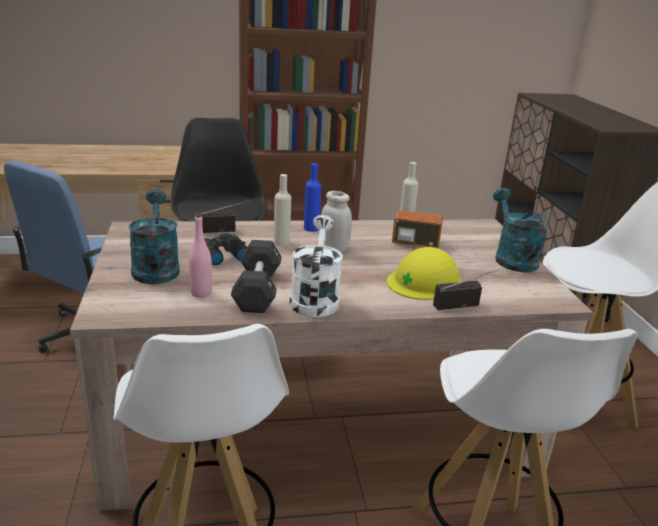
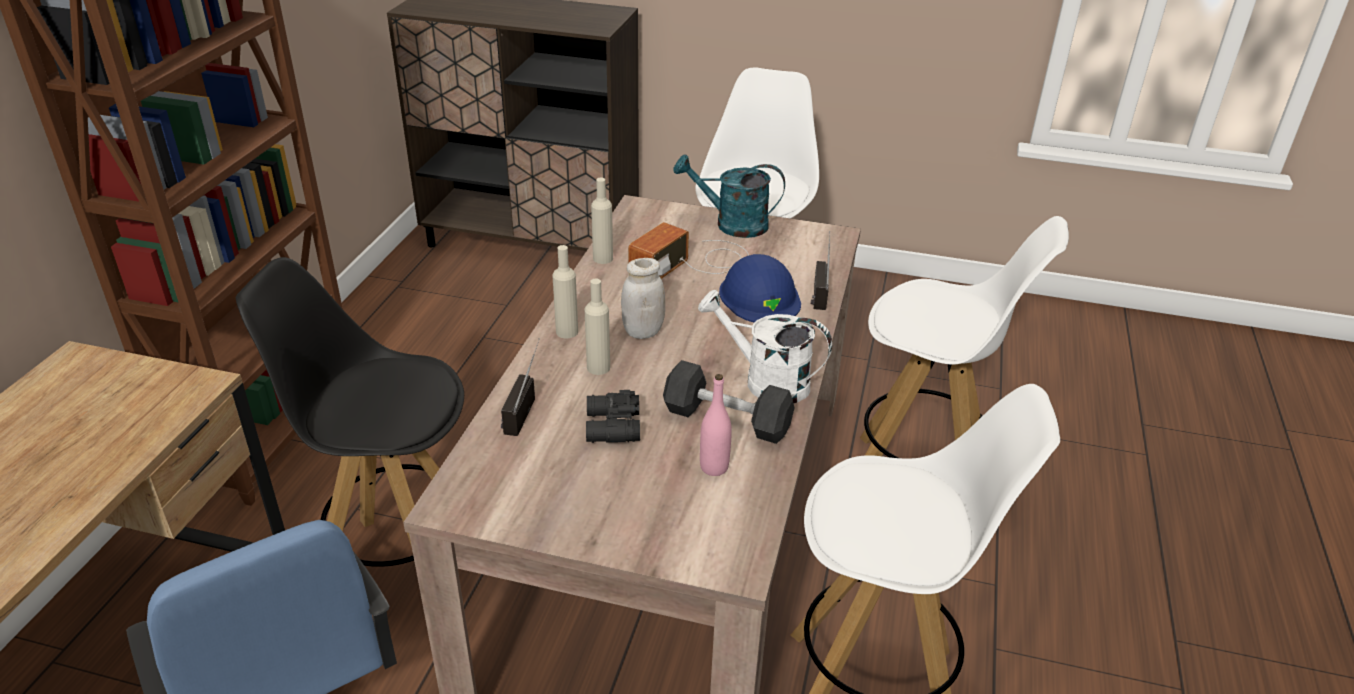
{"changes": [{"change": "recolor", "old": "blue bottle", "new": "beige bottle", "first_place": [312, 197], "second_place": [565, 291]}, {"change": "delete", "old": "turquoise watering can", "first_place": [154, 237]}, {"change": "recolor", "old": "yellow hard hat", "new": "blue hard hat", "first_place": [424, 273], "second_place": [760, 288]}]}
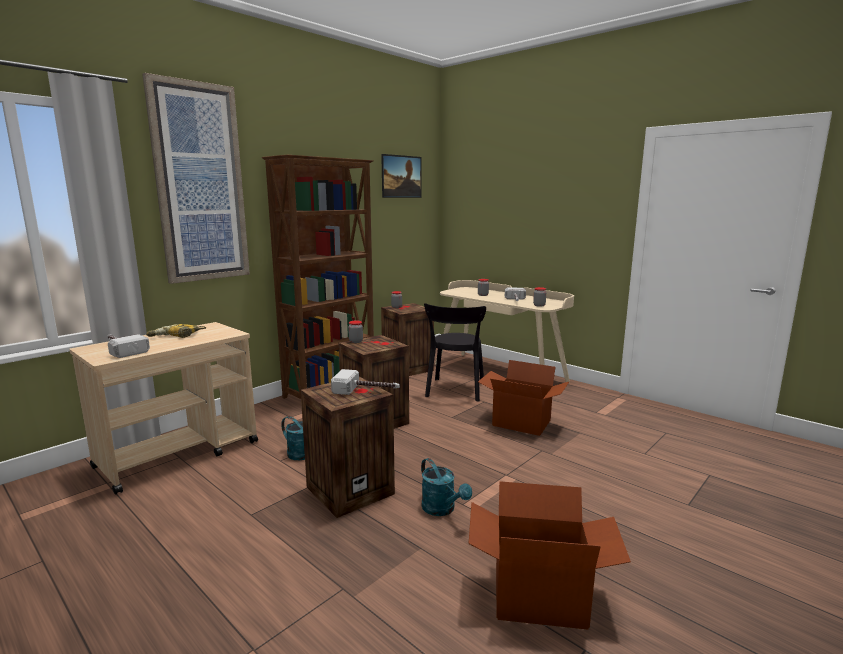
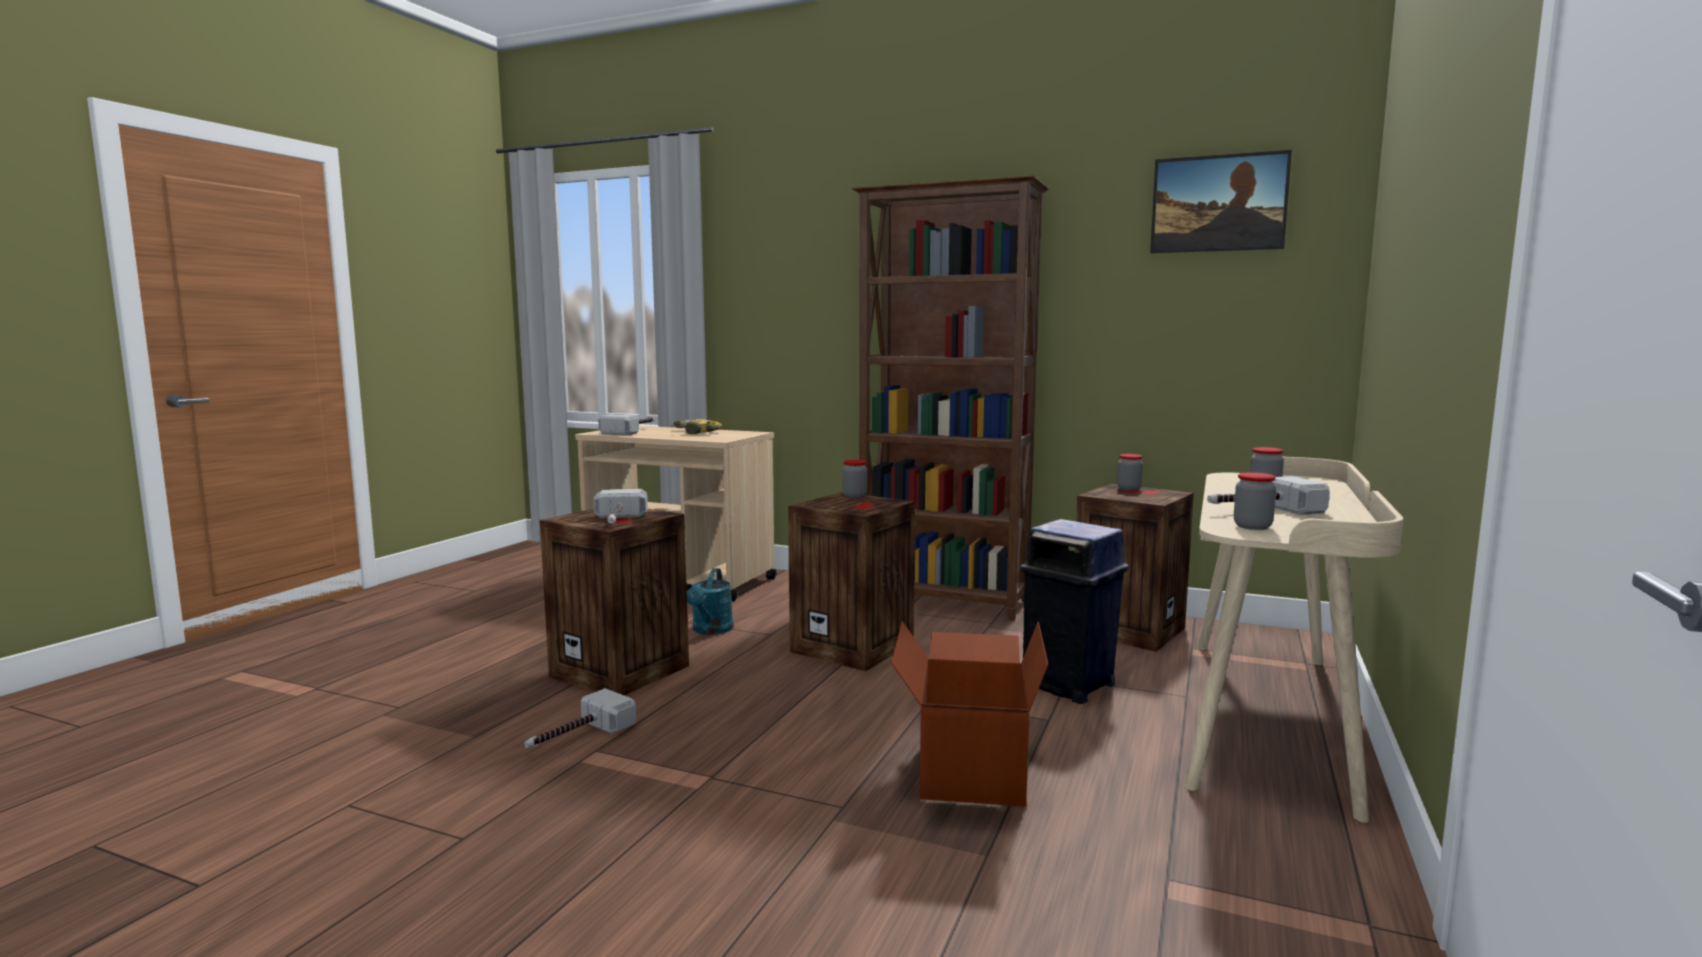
{"changes": [{"change": "delete", "old": "picture", "first_place": [196, 178]}, {"change": "replace", "old": "black chair", "new": "blue trash can", "first_place": [455, 352], "second_place": [1074, 611]}, {"change": "replace", "old": "turquoise watering can", "new": "hammer", "first_place": [446, 487], "second_place": [580, 718]}, {"change": "delete", "old": "cardboard box", "first_place": [550, 555]}]}
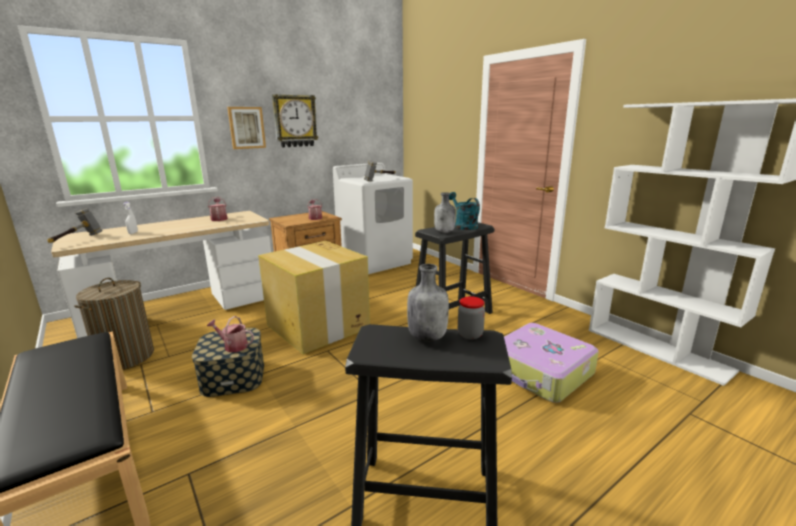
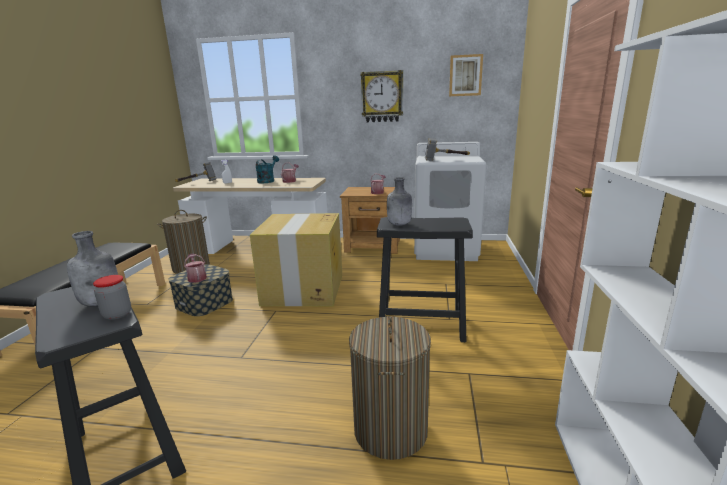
{"changes": [{"change": "move", "old": "picture", "first_place": [246, 128], "second_place": [466, 75]}, {"change": "move", "old": "turquoise watering can", "first_place": [464, 211], "second_place": [267, 169]}, {"change": "replace", "old": "suitcase", "new": "laundry basket", "first_place": [551, 363], "second_place": [390, 388]}]}
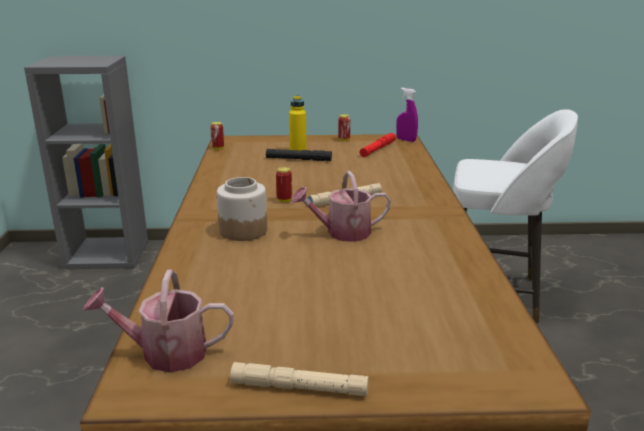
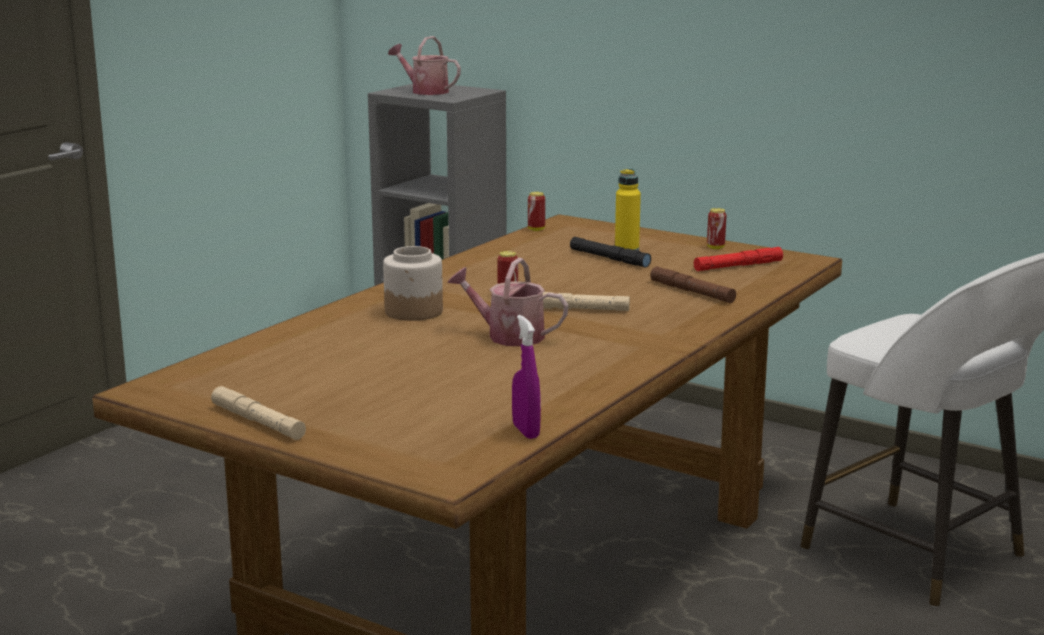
{"changes": [{"change": "move", "old": "purple spray bottle", "first_place": [407, 115], "second_place": [526, 377]}, {"change": "move", "old": "watering can", "first_place": [158, 321], "second_place": [424, 65]}, {"change": "insert", "new": "brown flashlight", "second_place": [693, 284]}]}
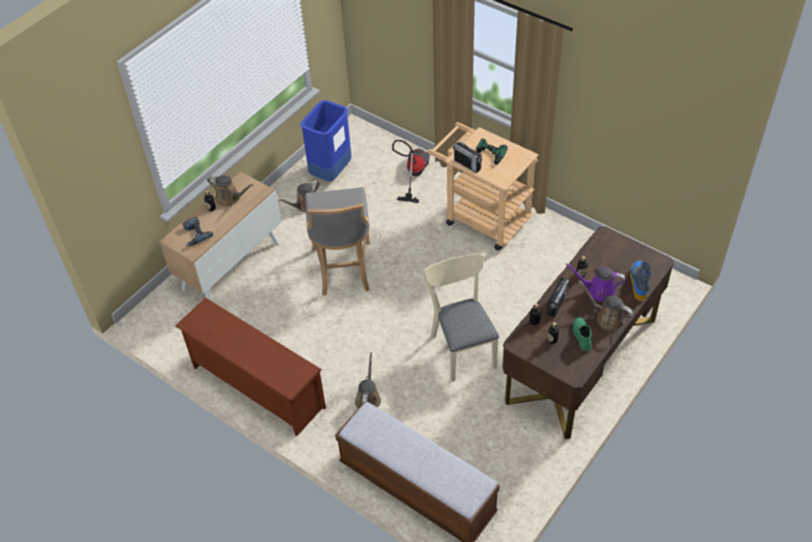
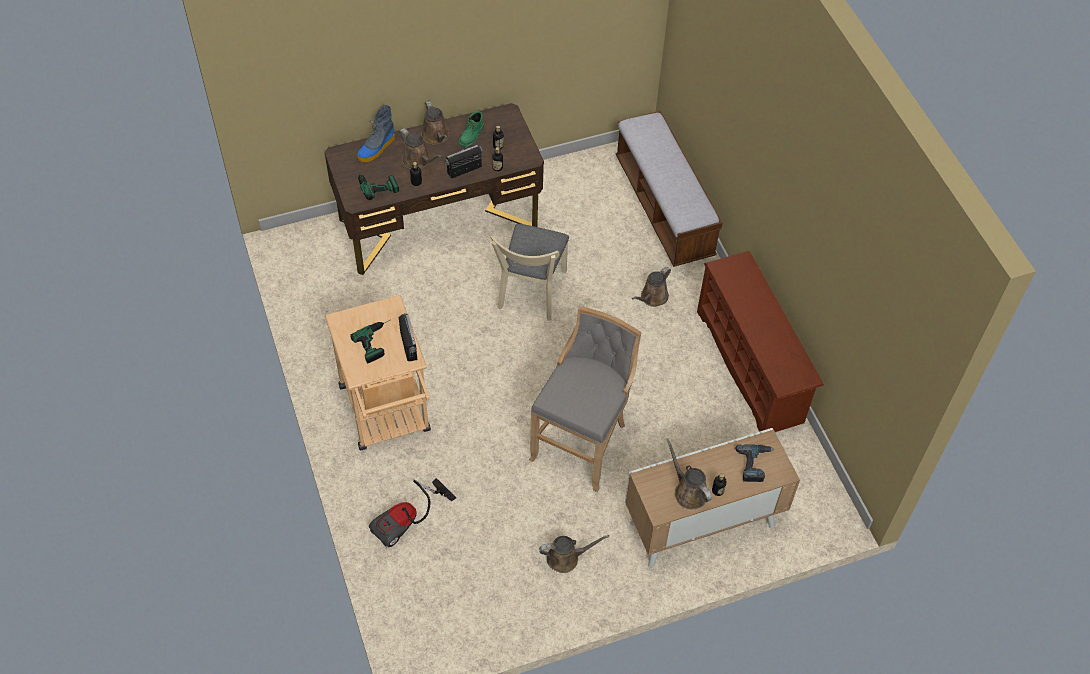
{"changes": [{"change": "delete", "old": "blue trash can", "first_place": [326, 140]}, {"change": "recolor", "old": "purple watering can", "new": "brown watering can", "first_place": [595, 282], "second_place": [420, 148]}, {"change": "insert", "new": "power drill", "second_place": [378, 185]}]}
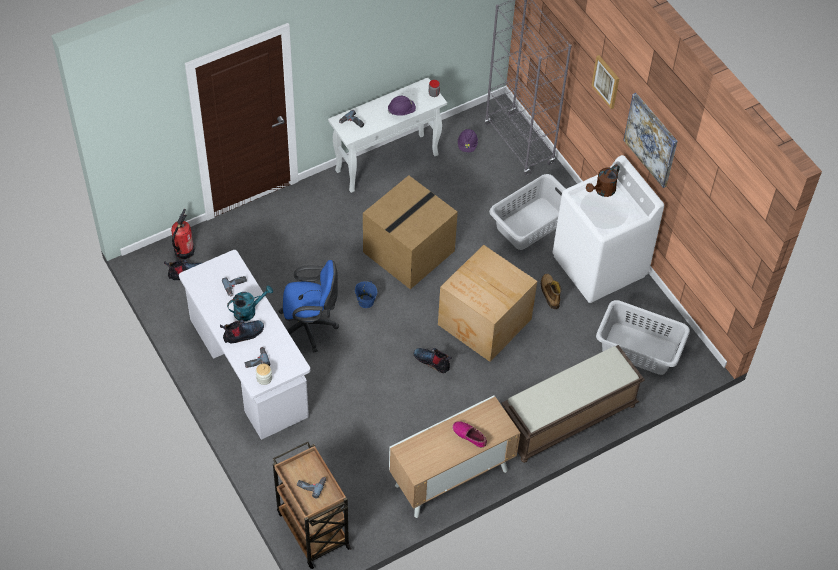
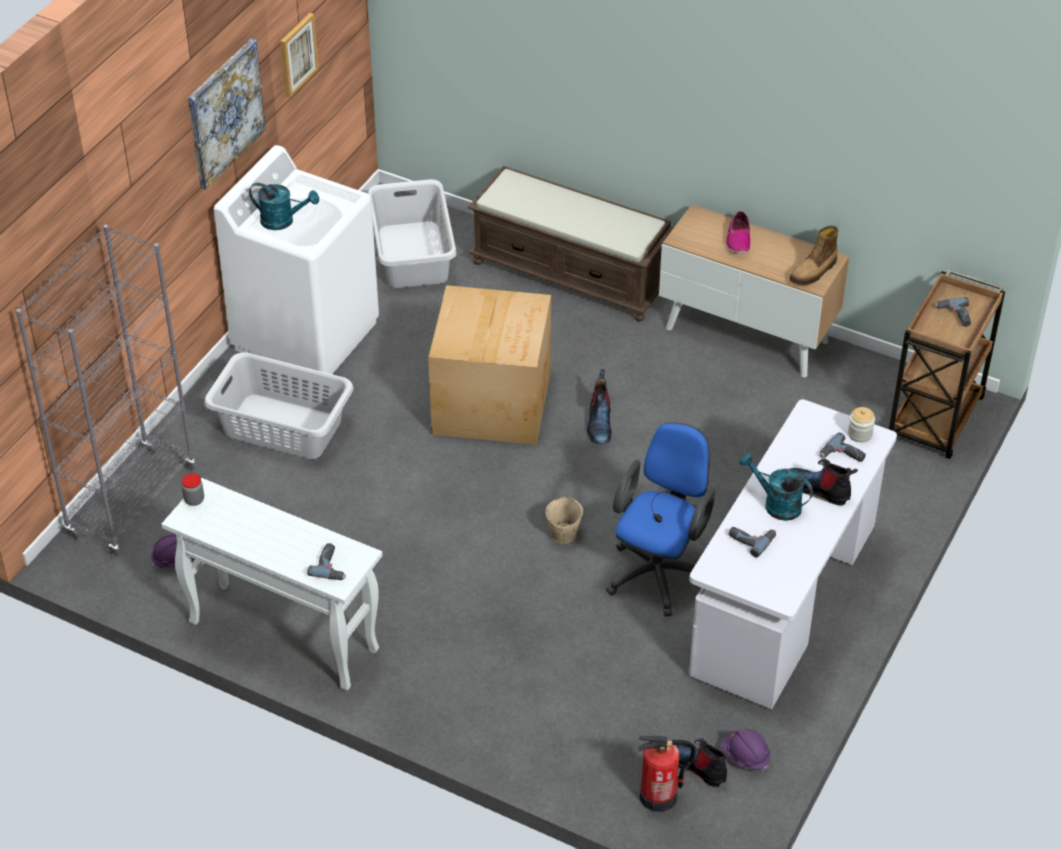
{"changes": [{"change": "move", "old": "picture", "first_place": [605, 82], "second_place": [299, 55]}, {"change": "move", "old": "purple hard hat", "first_place": [402, 106], "second_place": [745, 750]}, {"change": "recolor", "old": "brown watering can", "new": "turquoise watering can", "first_place": [603, 180], "second_place": [284, 206]}, {"change": "delete", "old": "cardboard box", "first_place": [410, 232]}, {"change": "rotate", "old": "blue office chair", "first_place": [309, 306], "second_place": [660, 519], "degrees": 60}, {"change": "move", "old": "boot", "first_place": [551, 291], "second_place": [813, 255]}, {"change": "recolor", "old": "blue bucket", "new": "beige bucket", "first_place": [366, 294], "second_place": [564, 519]}]}
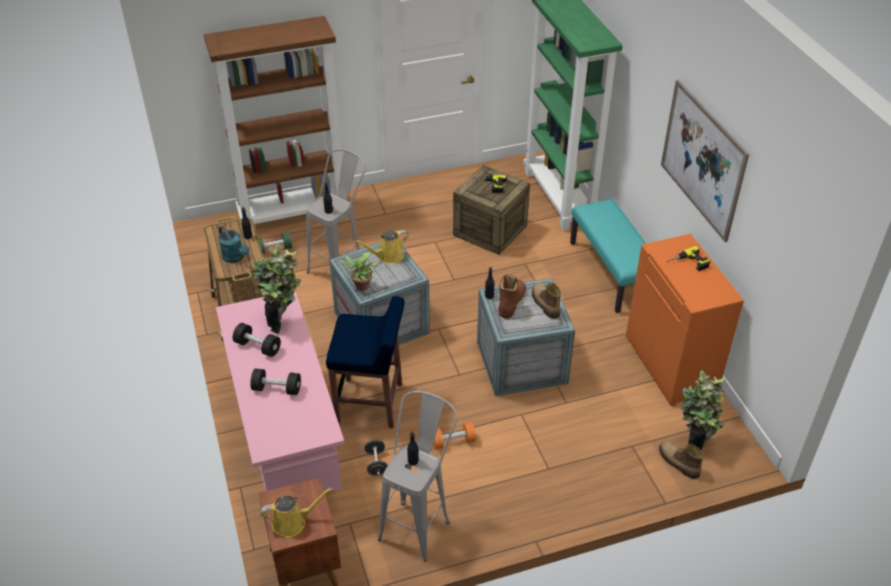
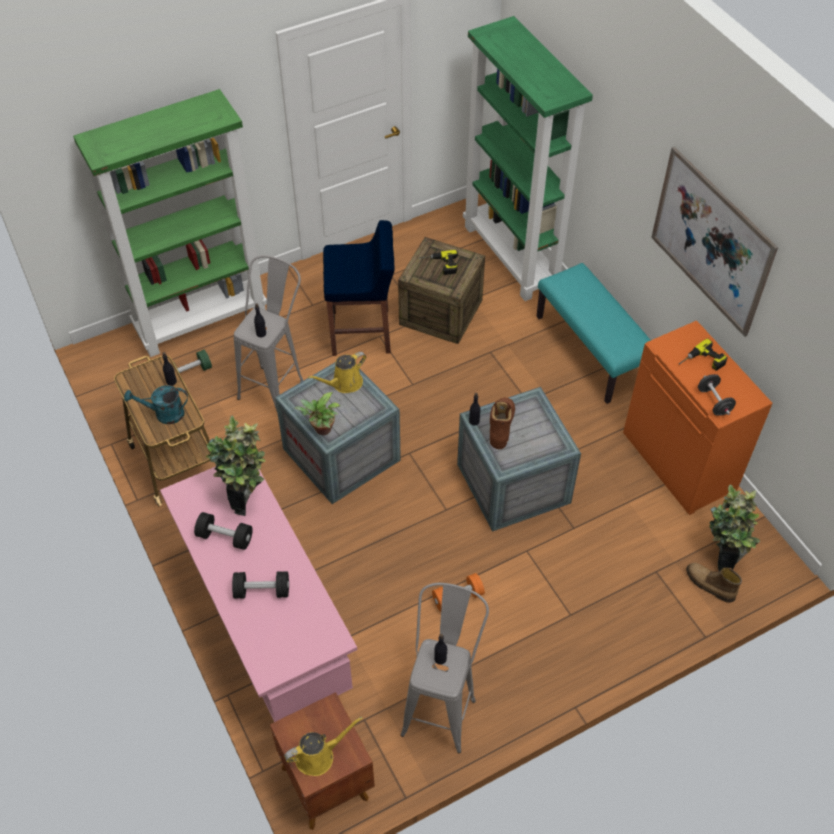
{"changes": [{"change": "recolor", "old": "brown bookcase", "new": "green bookcase", "first_place": [273, 120], "second_place": [170, 223]}, {"change": "rotate", "old": "turquoise watering can", "first_place": [233, 244], "second_place": [156, 404], "degrees": 135}, {"change": "delete", "old": "boot", "first_place": [546, 301]}, {"change": "move", "old": "blue stool", "first_place": [365, 362], "second_place": [358, 288]}, {"change": "move", "old": "black dumbbell", "first_place": [376, 458], "second_place": [717, 395]}]}
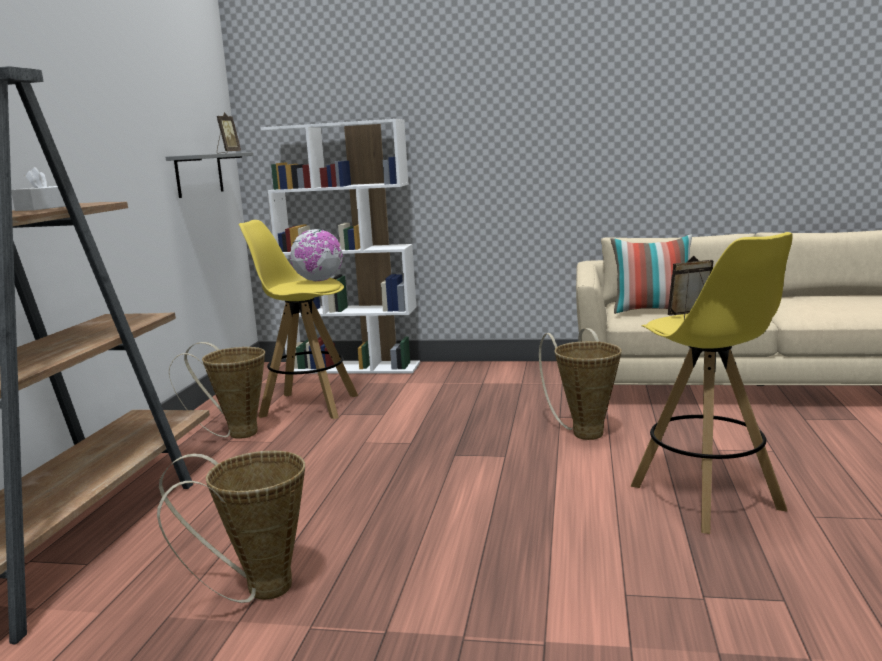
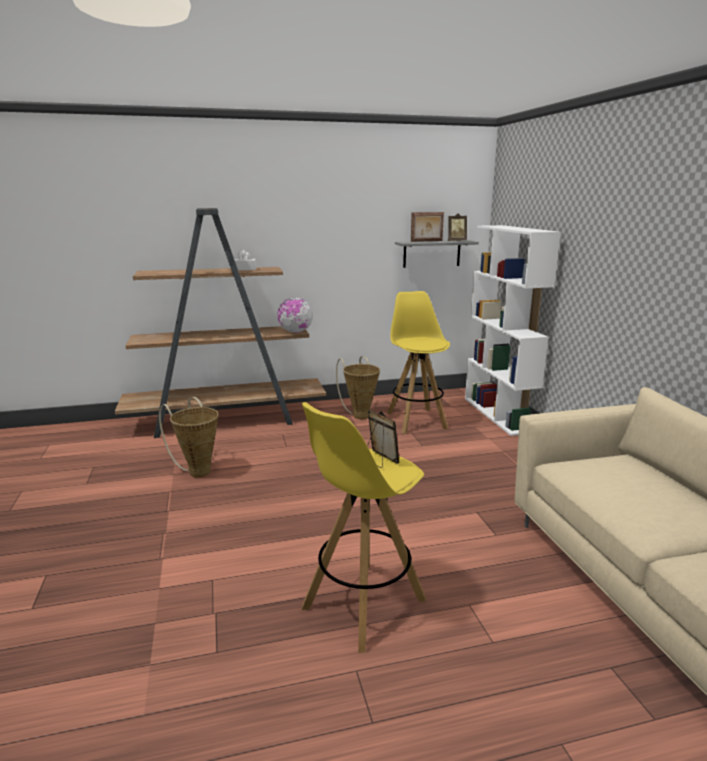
{"changes": [{"change": "move", "old": "globe", "first_place": [316, 255], "second_place": [295, 315]}, {"change": "delete", "old": "pillow", "first_place": [651, 274]}, {"change": "delete", "old": "basket", "first_place": [580, 384]}, {"change": "insert", "new": "picture frame", "second_place": [427, 227]}]}
